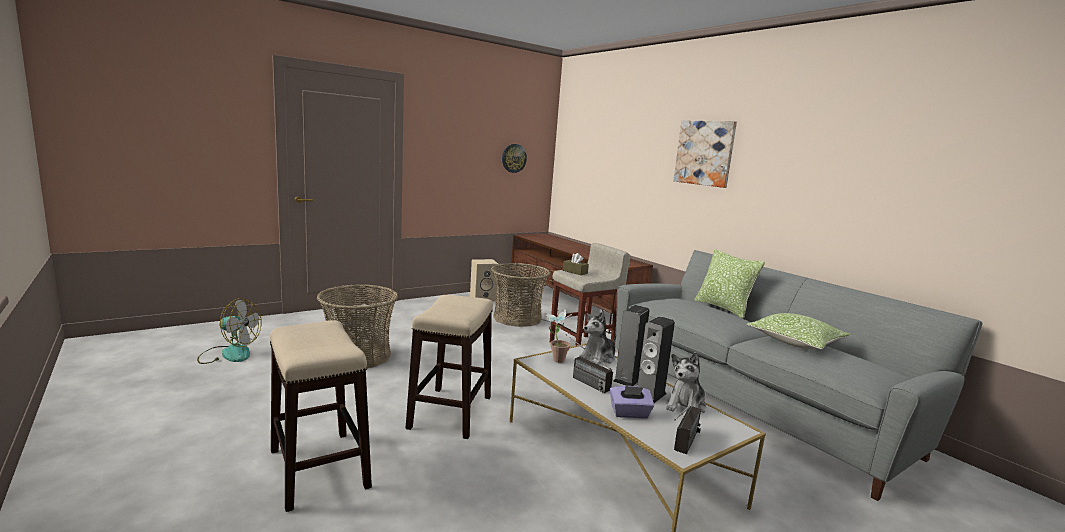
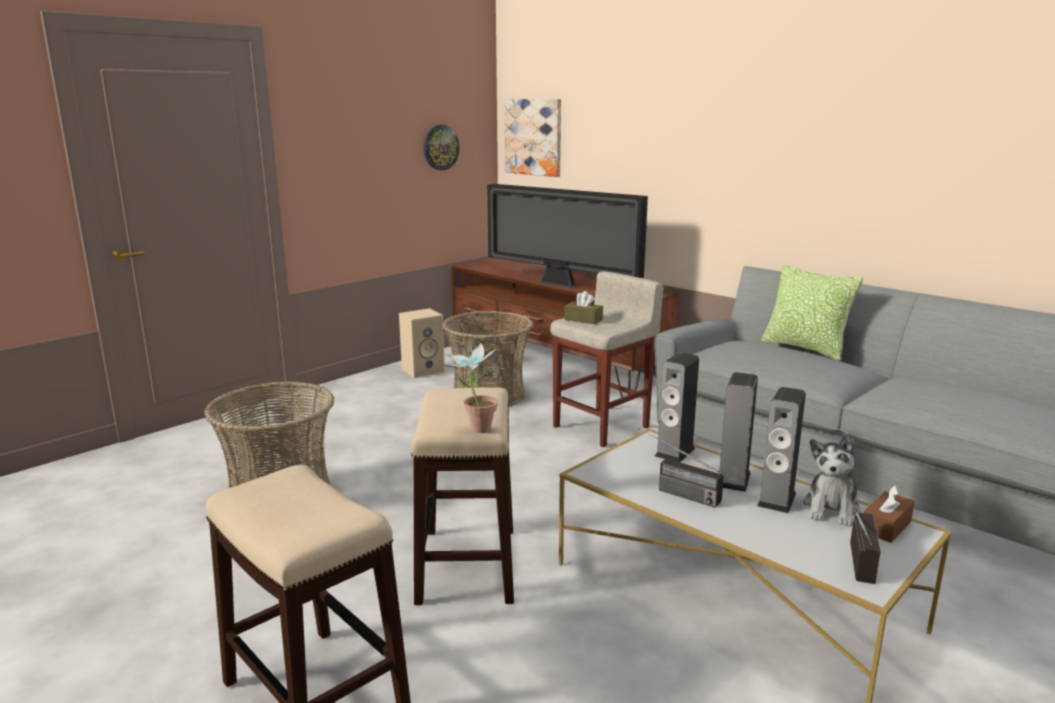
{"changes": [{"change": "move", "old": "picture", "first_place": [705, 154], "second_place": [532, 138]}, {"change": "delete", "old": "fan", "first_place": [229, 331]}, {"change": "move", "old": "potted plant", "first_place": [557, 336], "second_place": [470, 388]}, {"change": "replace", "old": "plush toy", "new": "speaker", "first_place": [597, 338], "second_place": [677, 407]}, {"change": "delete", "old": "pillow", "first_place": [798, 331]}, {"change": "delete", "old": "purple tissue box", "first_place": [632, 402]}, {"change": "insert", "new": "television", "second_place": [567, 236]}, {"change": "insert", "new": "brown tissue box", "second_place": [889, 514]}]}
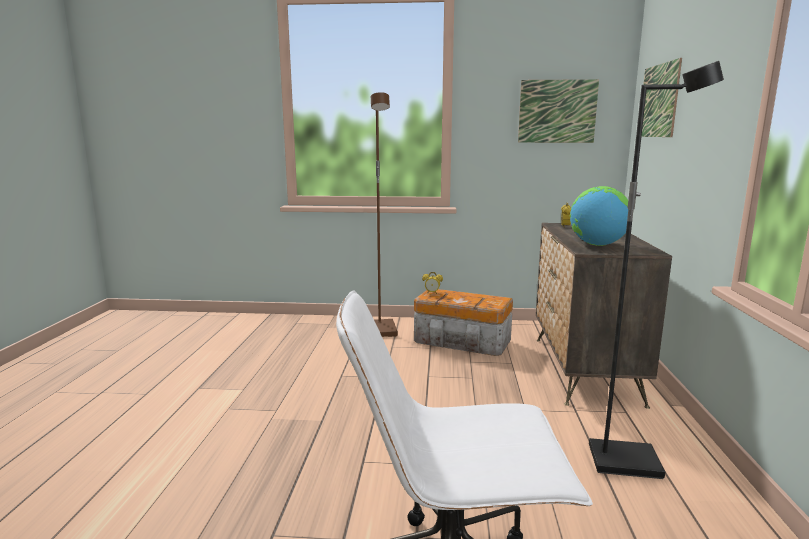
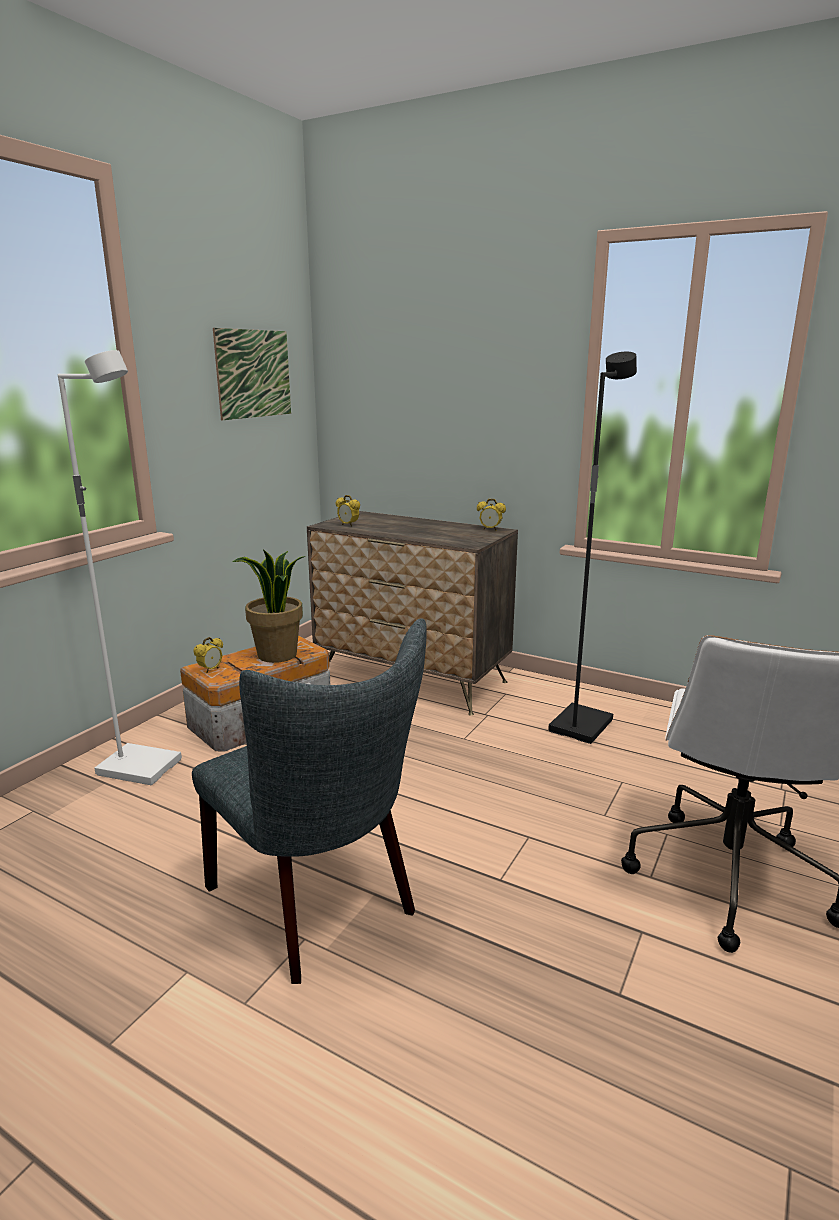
{"changes": [{"change": "delete", "old": "picture", "first_place": [661, 97]}, {"change": "recolor", "old": "brown floor lamp", "new": "white floor lamp", "first_place": [384, 214], "second_place": [120, 567]}, {"change": "delete", "old": "globe", "first_place": [599, 216]}, {"change": "insert", "new": "alarm clock", "second_place": [491, 515]}, {"change": "insert", "new": "potted plant", "second_place": [269, 606]}, {"change": "insert", "new": "grey chair", "second_place": [309, 801]}]}
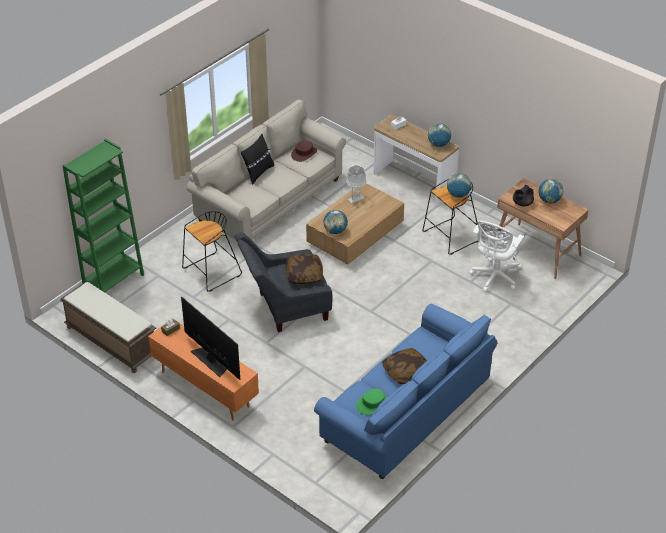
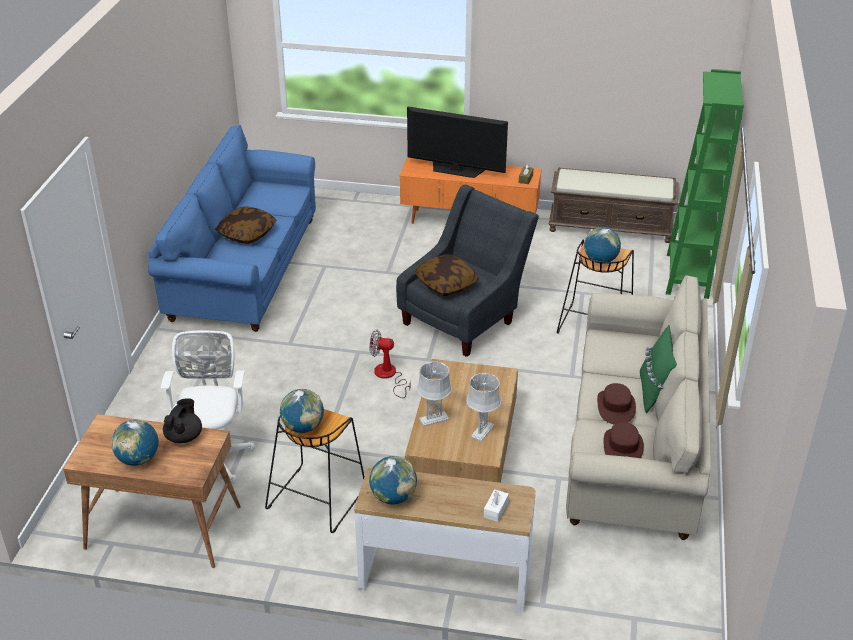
{"changes": [{"change": "recolor", "old": "black pillow", "new": "green pillow", "first_place": [257, 159], "second_place": [658, 369]}, {"change": "move", "old": "globe", "first_place": [335, 222], "second_place": [602, 245]}, {"change": "delete", "old": "green hat", "first_place": [372, 402]}, {"change": "insert", "new": "fan", "second_place": [390, 364]}, {"change": "insert", "new": "grey table lamp", "second_place": [434, 393]}, {"change": "insert", "new": "brown hat", "second_place": [616, 404]}]}
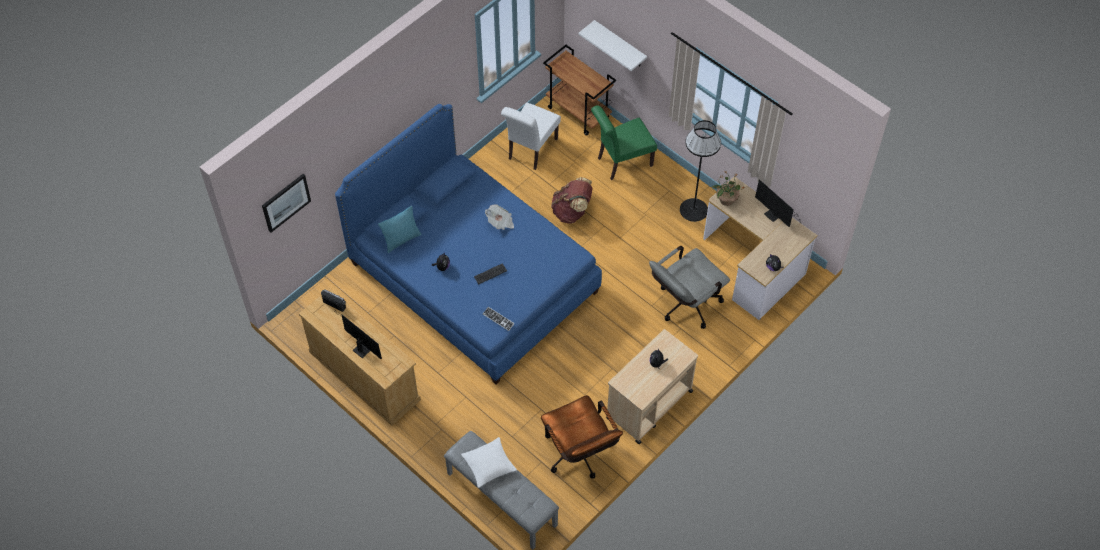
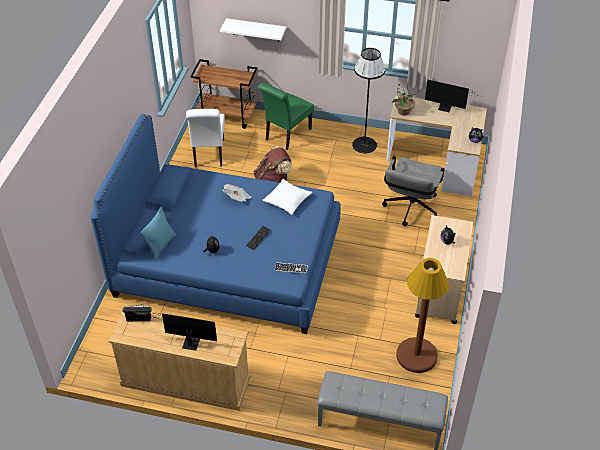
{"changes": [{"change": "delete", "old": "picture", "first_place": [286, 203]}, {"change": "replace", "old": "brown office chair", "new": "brown floor lamp", "first_place": [582, 437], "second_place": [422, 315]}, {"change": "move", "old": "white pillow", "first_place": [489, 462], "second_place": [287, 197]}]}
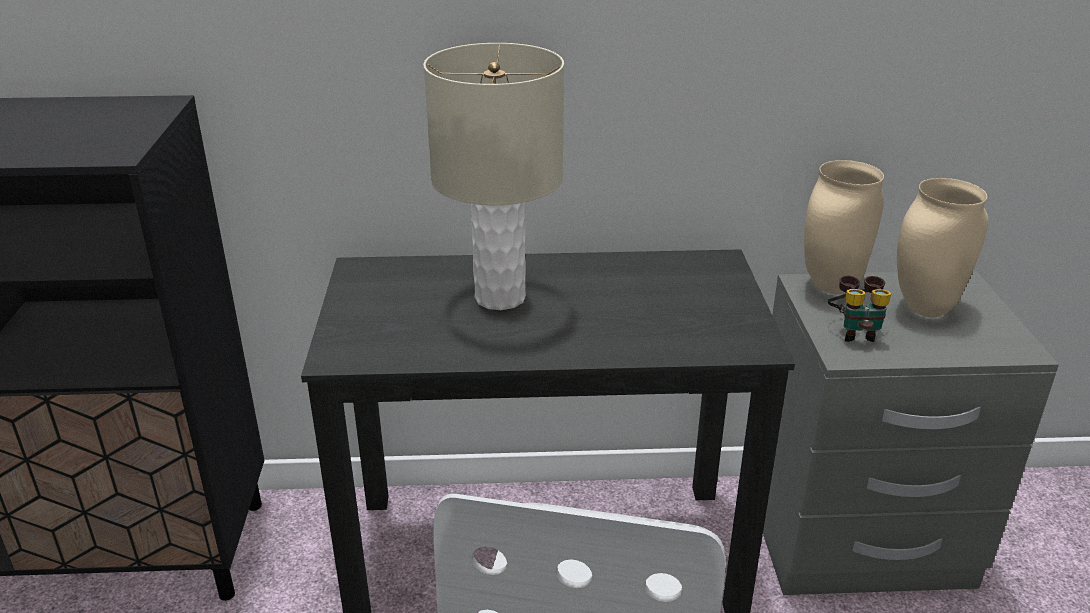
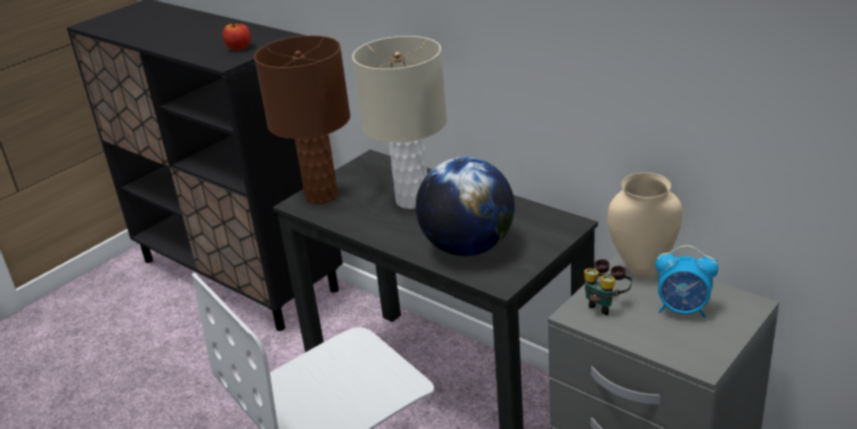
{"changes": [{"change": "replace", "old": "beige vase", "new": "alarm clock", "first_place": [942, 248], "second_place": [687, 281]}, {"change": "insert", "new": "apple", "second_place": [237, 36]}, {"change": "insert", "new": "brown table lamp", "second_place": [302, 119]}, {"change": "insert", "new": "globe", "second_place": [465, 206]}]}
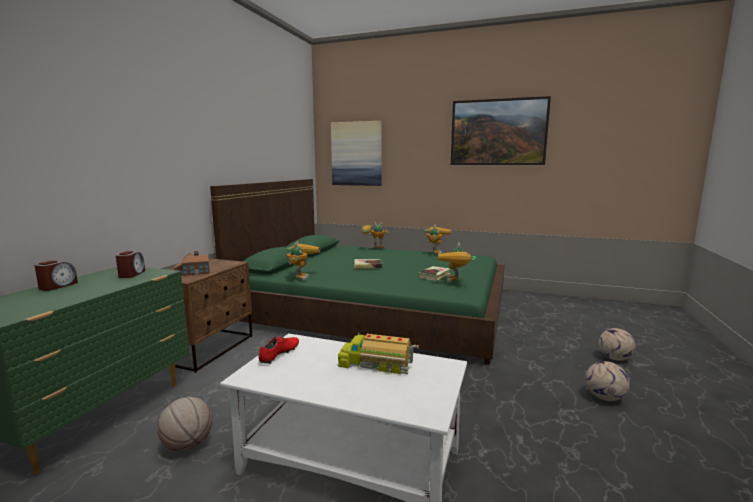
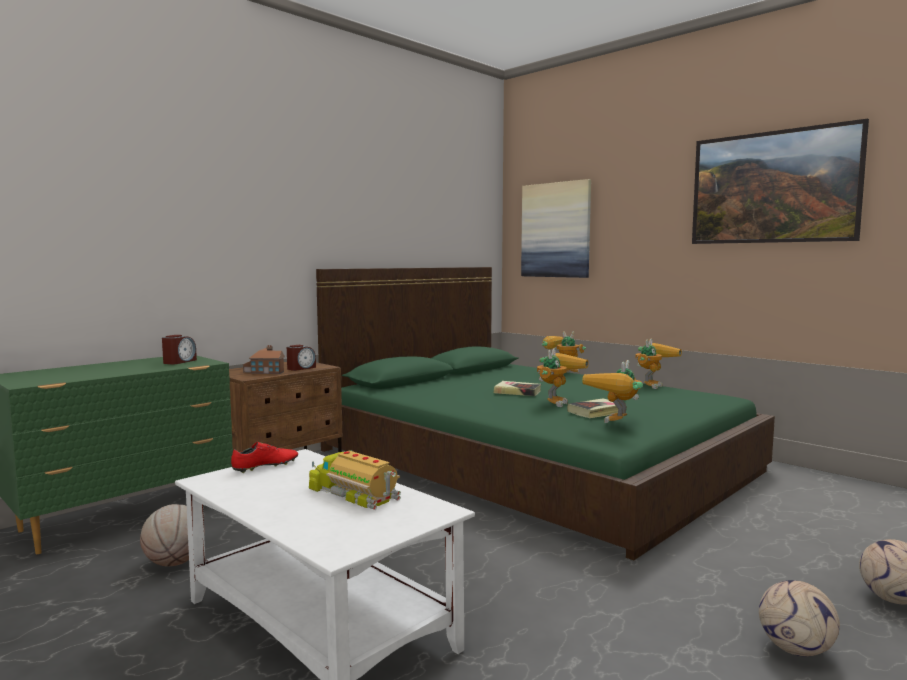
{"changes": [{"change": "move", "old": "toy robot", "first_place": [303, 261], "second_place": [563, 377]}, {"change": "move", "old": "alarm clock", "first_place": [56, 275], "second_place": [301, 358]}]}
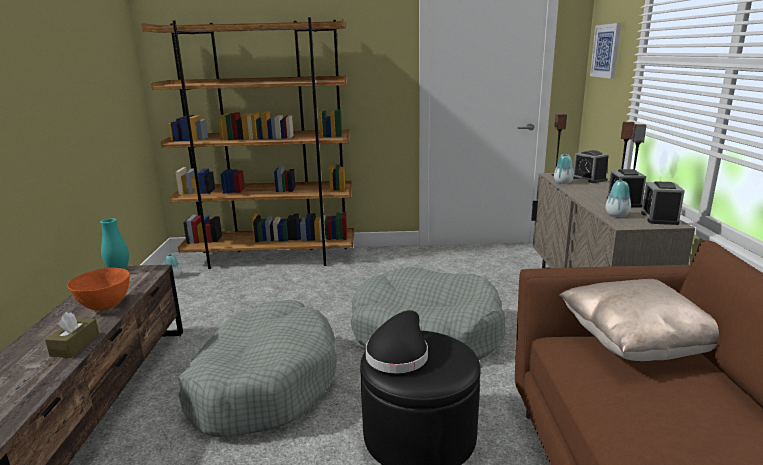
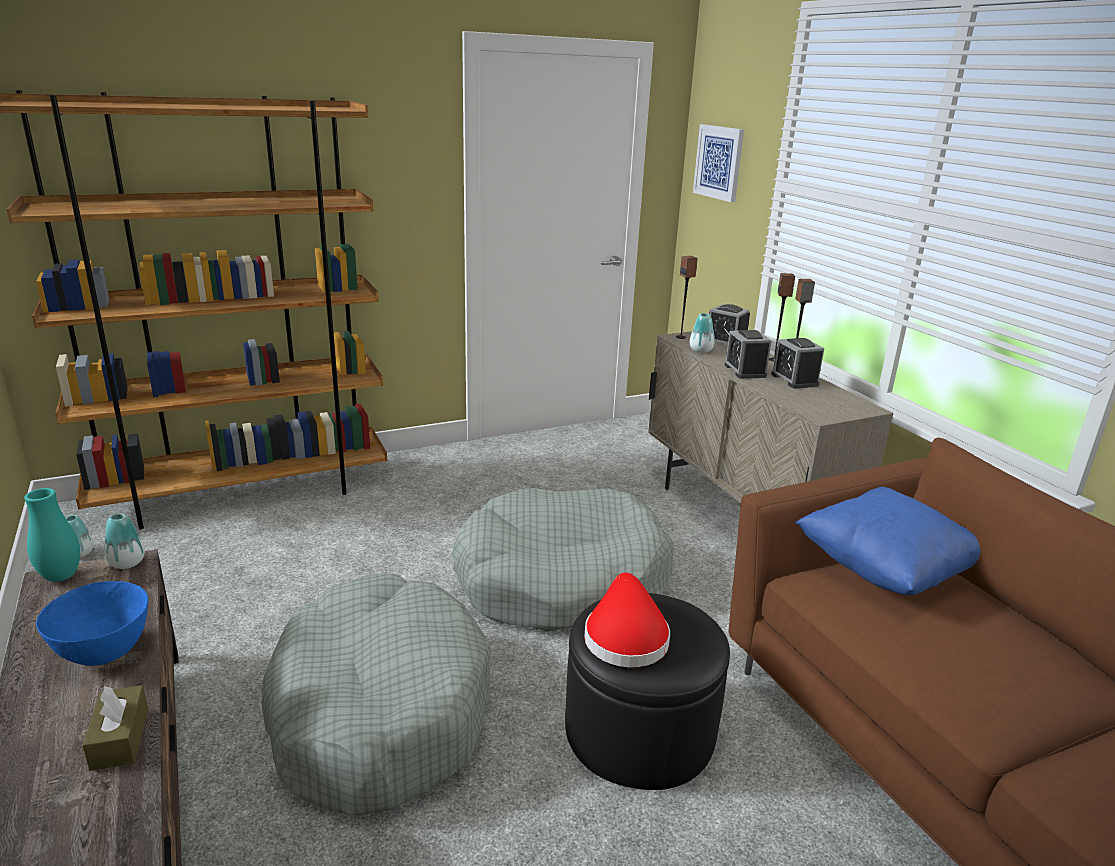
{"changes": [{"change": "move", "old": "vase", "first_place": [618, 198], "second_place": [124, 541]}, {"change": "move", "old": "alarm clock", "first_place": [663, 203], "second_place": [748, 354]}, {"change": "recolor", "old": "orange bowl", "new": "blue bowl", "first_place": [98, 289], "second_place": [92, 623]}, {"change": "recolor", "old": "beige pillow", "new": "blue pillow", "first_place": [639, 320], "second_place": [887, 541]}, {"change": "recolor", "old": "black hat", "new": "red hat", "first_place": [397, 342], "second_place": [627, 620]}]}
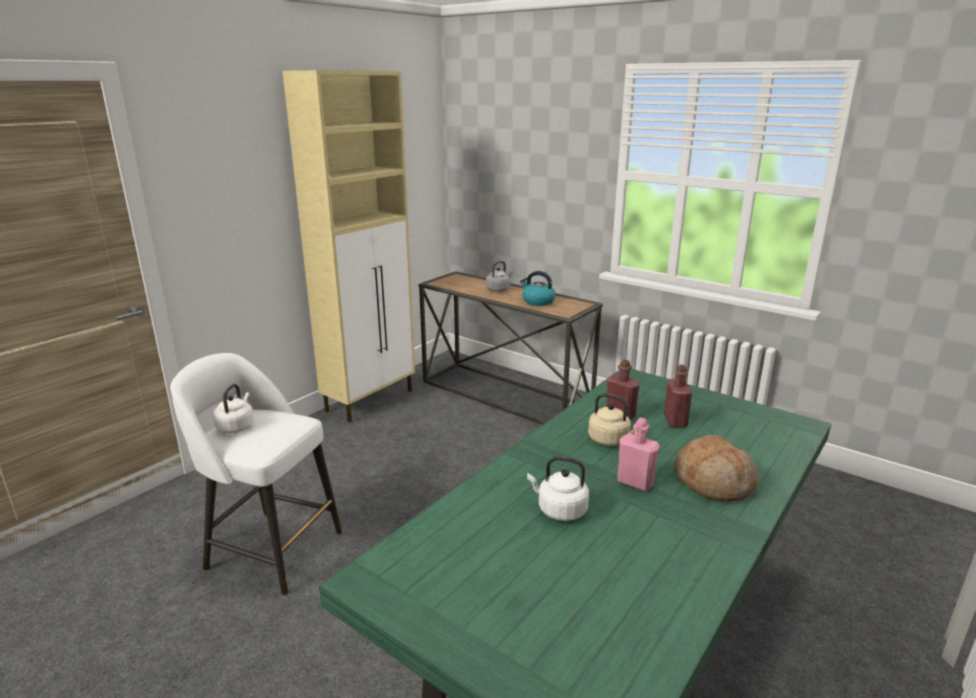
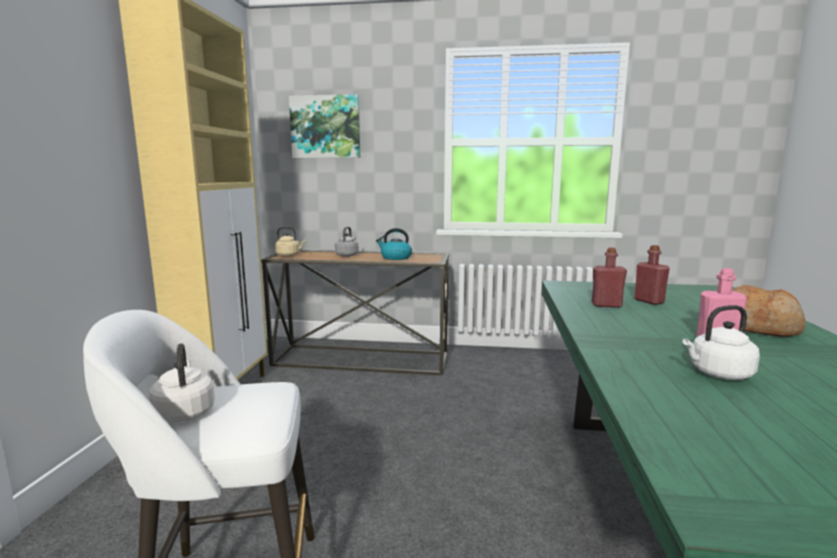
{"changes": [{"change": "move", "old": "beige kettle", "first_place": [611, 419], "second_place": [290, 241]}, {"change": "insert", "new": "picture", "second_place": [324, 126]}]}
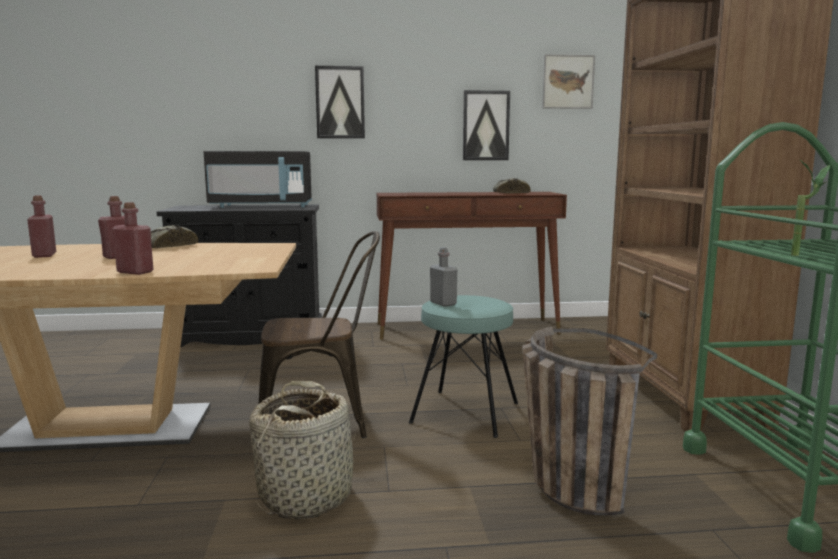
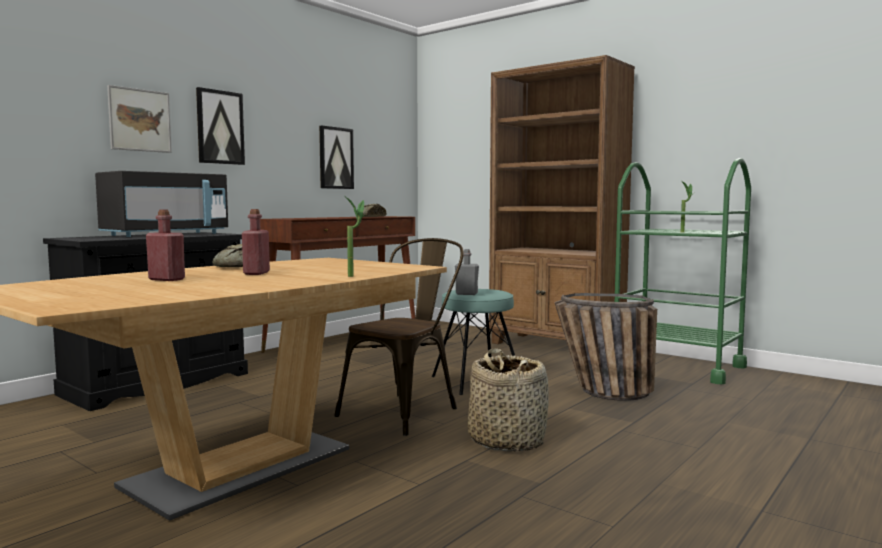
{"changes": [{"change": "move", "old": "picture", "first_place": [568, 81], "second_place": [139, 119]}, {"change": "replace", "old": "red bottle", "new": "potted plant", "first_place": [132, 238], "second_place": [355, 236]}]}
